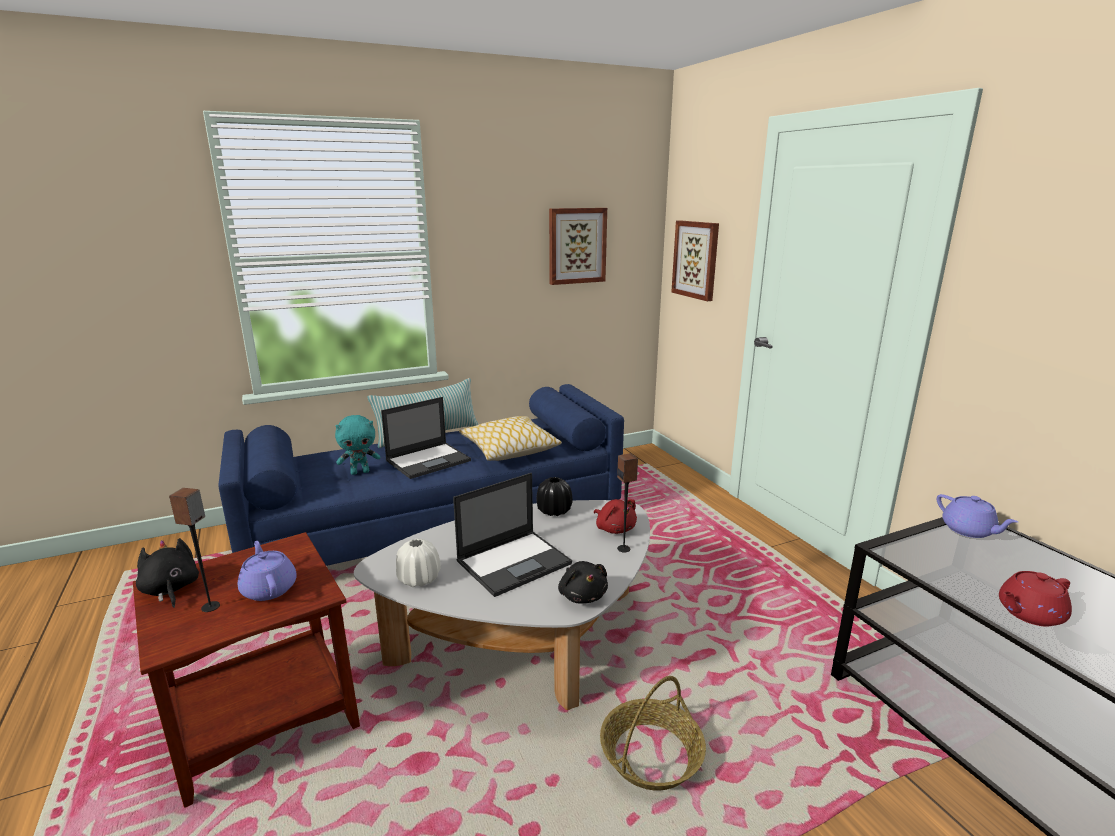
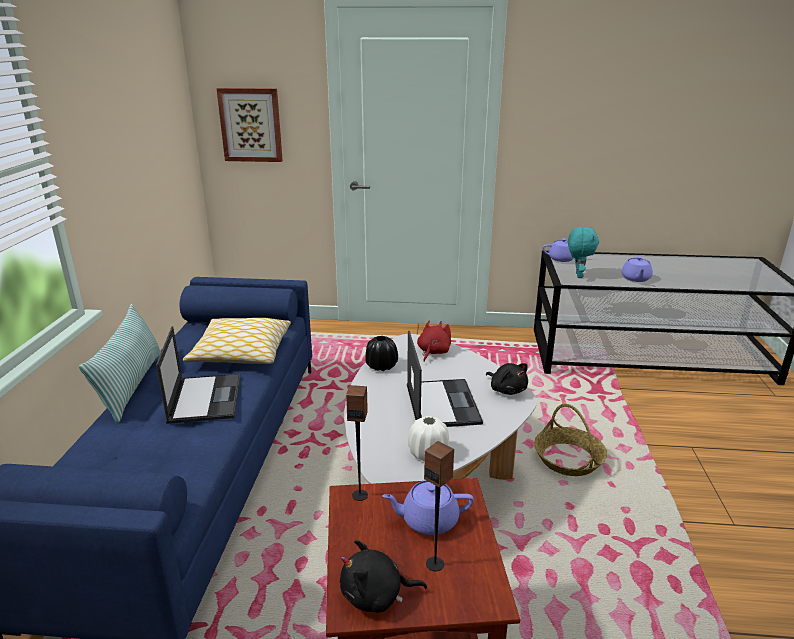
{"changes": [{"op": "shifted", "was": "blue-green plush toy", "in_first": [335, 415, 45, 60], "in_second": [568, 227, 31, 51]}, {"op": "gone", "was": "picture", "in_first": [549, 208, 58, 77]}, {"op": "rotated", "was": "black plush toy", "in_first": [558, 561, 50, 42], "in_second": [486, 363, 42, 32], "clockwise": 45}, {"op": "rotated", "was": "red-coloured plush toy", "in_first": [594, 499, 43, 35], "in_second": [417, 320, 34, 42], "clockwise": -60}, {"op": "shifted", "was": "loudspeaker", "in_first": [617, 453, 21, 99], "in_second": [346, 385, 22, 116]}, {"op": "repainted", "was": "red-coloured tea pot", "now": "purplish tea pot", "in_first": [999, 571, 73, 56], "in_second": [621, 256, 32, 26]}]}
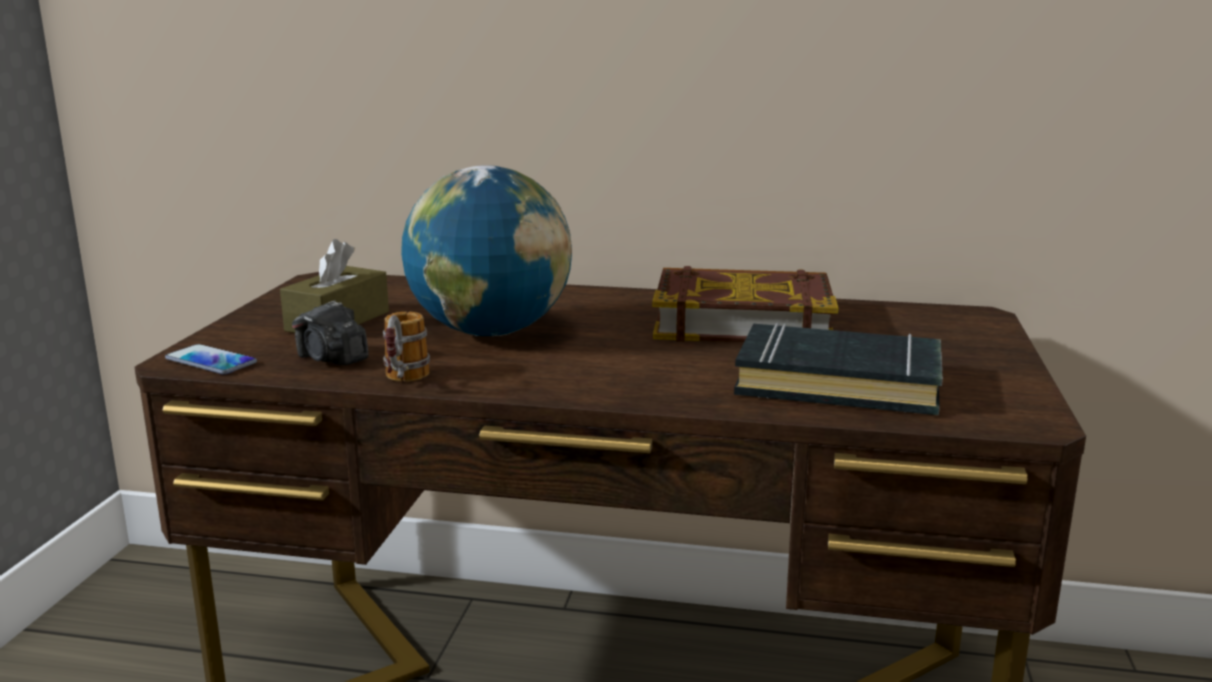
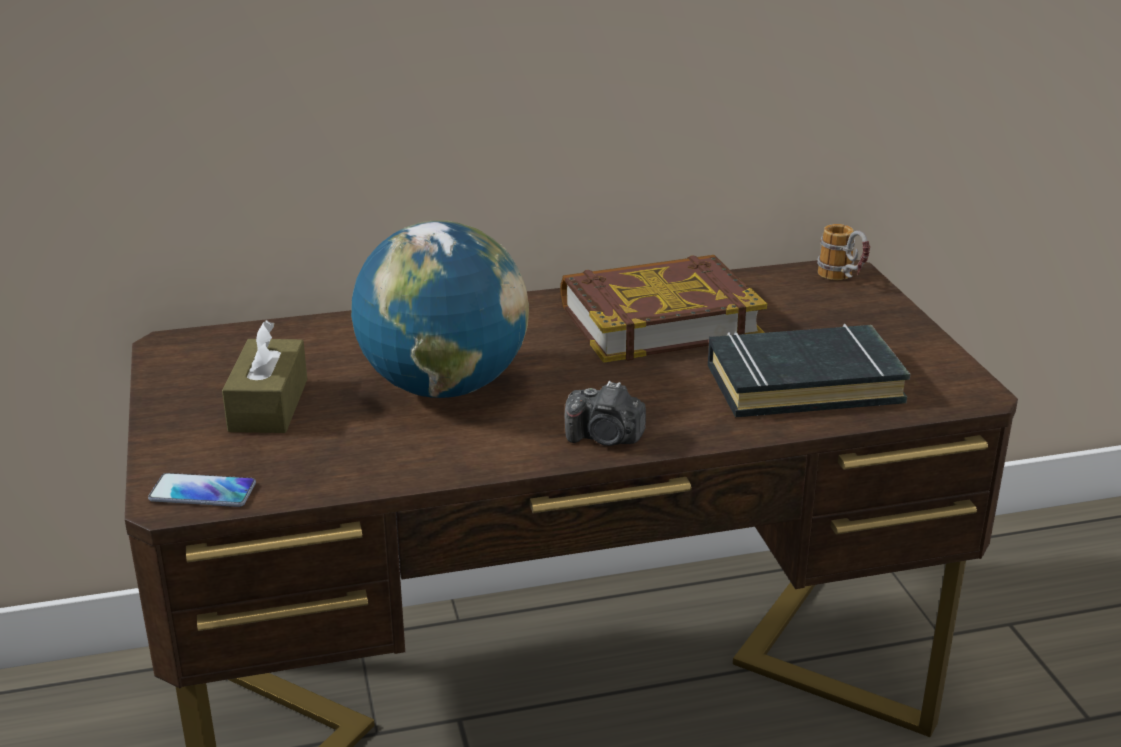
{"changes": [{"op": "shifted", "was": "photo camera", "in_first": [292, 301, 77, 64], "in_second": [564, 381, 82, 65]}, {"op": "shifted", "was": "mug", "in_first": [383, 312, 47, 70], "in_second": [817, 224, 53, 56]}]}
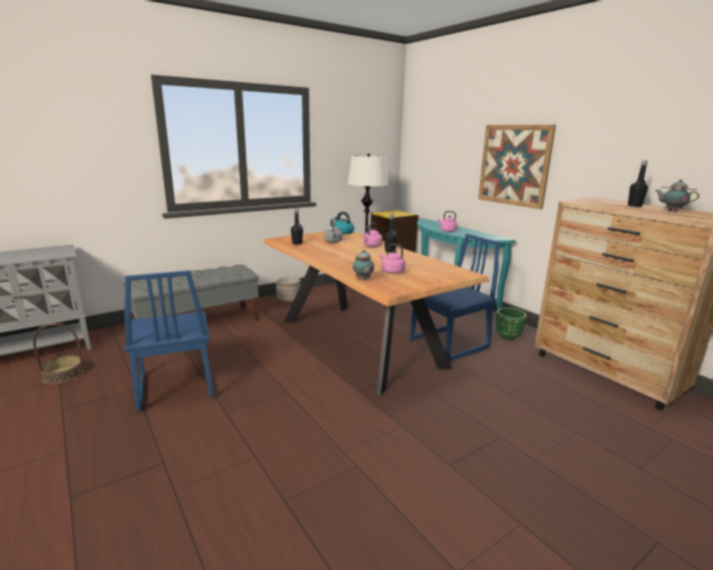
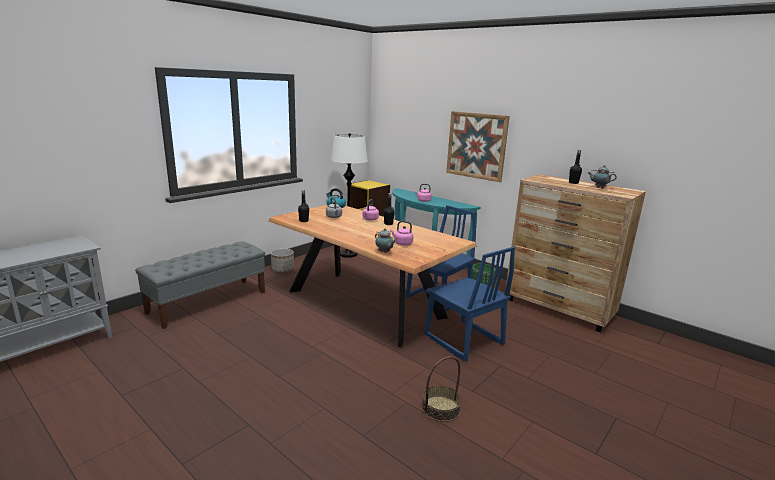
{"changes": [{"op": "shifted", "was": "storage basket", "in_first": [33, 324, 51, 60], "in_second": [422, 356, 39, 66]}, {"op": "shifted", "was": "blue-coloured plain chair", "in_first": [124, 270, 90, 142], "in_second": [425, 247, 90, 114]}]}
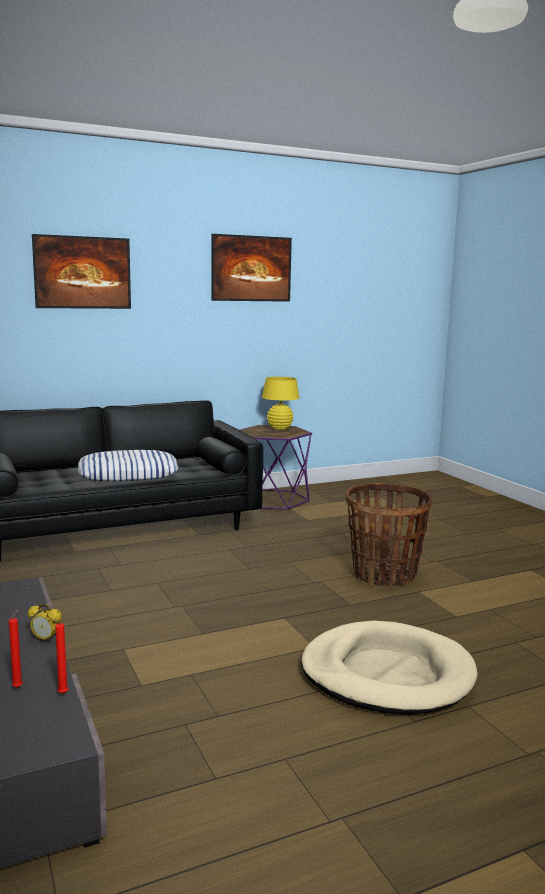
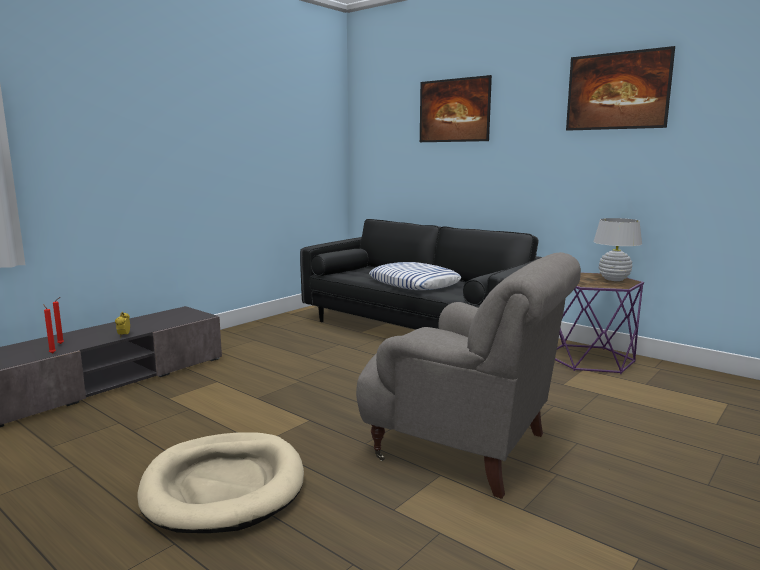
{"changes": [{"op": "repainted", "was": "yellow tabletop lamp", "now": "white-coloured tabletop lamp", "in_first": [262, 377, 38, 53], "in_second": [593, 218, 49, 63]}, {"op": "swapped", "was": "storage basket", "now": "grey easy chair", "in_first": [346, 483, 86, 103], "in_second": [356, 252, 225, 247]}]}
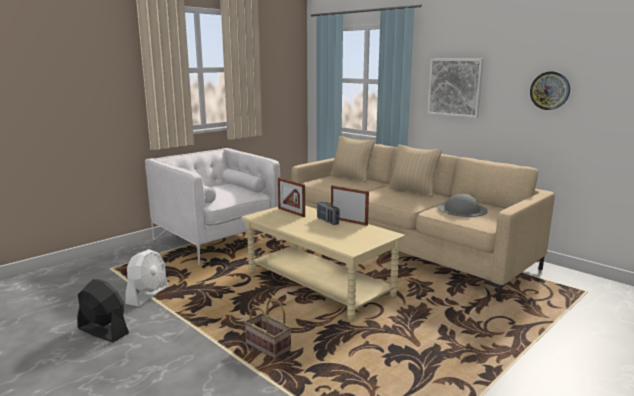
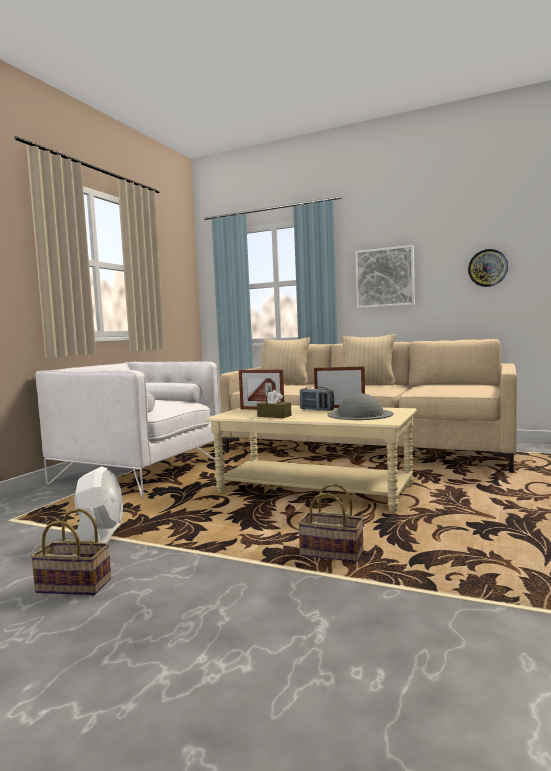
{"changes": [{"op": "swapped", "was": "black fan", "now": "storage basket", "in_first": [77, 279, 52, 63], "in_second": [30, 508, 81, 87]}, {"op": "shifted", "was": "grey hat", "in_first": [438, 194, 50, 23], "in_second": [328, 393, 65, 27]}, {"op": "new", "now": "brown-coloured tissue holder", "in_second": [257, 390, 34, 28]}]}
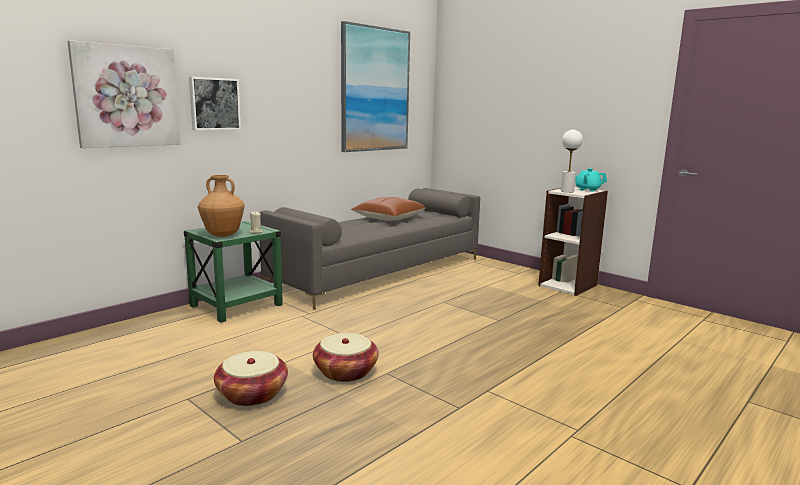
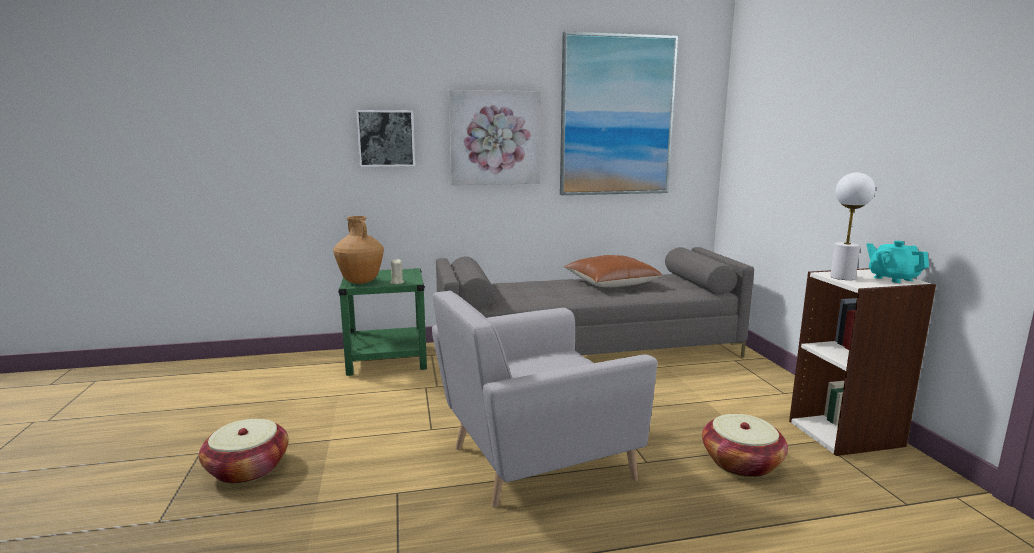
{"changes": [{"op": "shifted", "was": "picture", "in_first": [68, 40, 113, 108], "in_second": [449, 90, 92, 95]}, {"op": "shifted", "was": "storage basket", "in_first": [313, 333, 66, 49], "in_second": [702, 414, 86, 64]}, {"op": "new", "now": "grey easy chair", "in_second": [432, 290, 225, 218]}]}
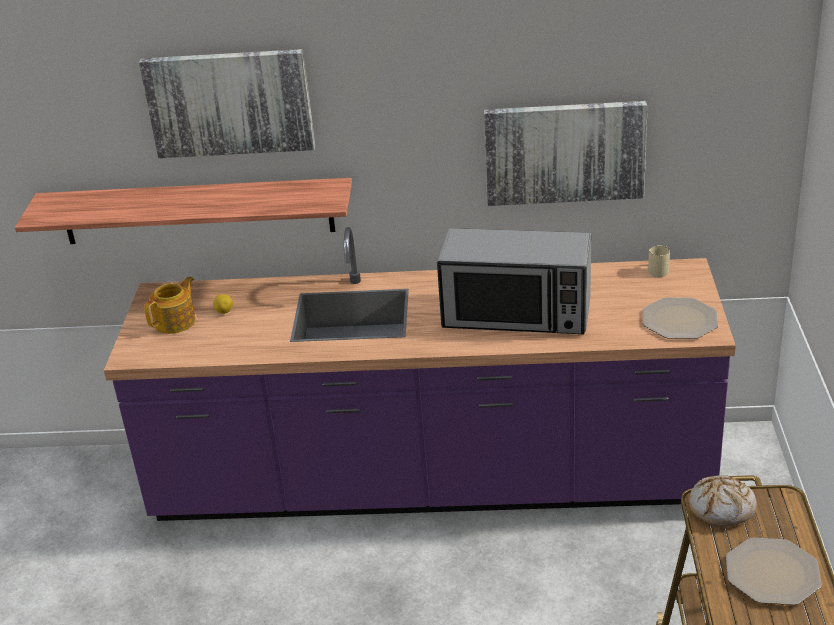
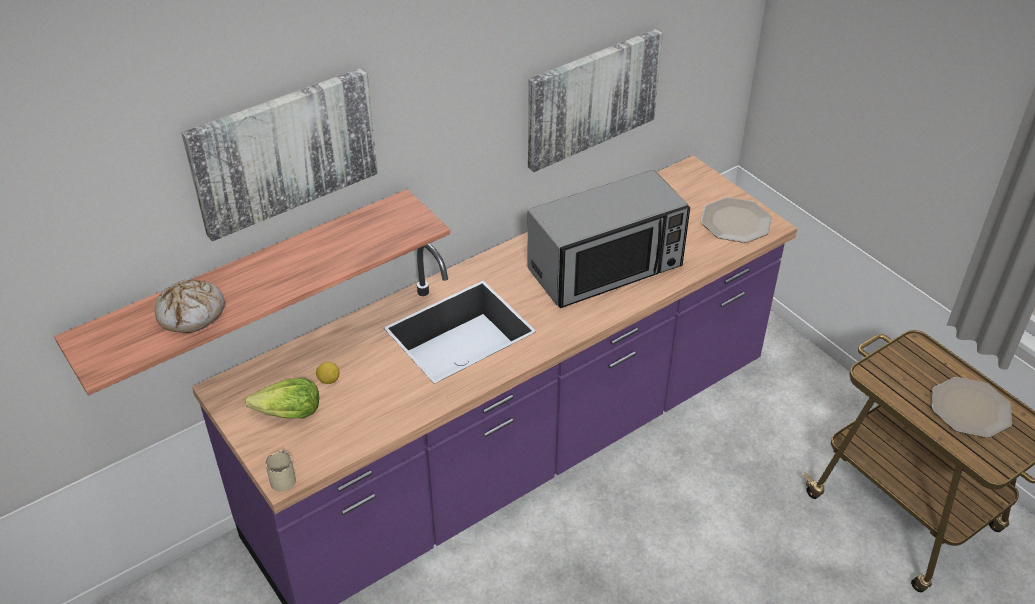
{"changes": [{"op": "swapped", "was": "tea pot", "now": "head of lettuce", "in_first": [144, 277, 52, 57], "in_second": [245, 378, 74, 40]}, {"op": "shifted", "was": "beige-coloured mug", "in_first": [648, 245, 22, 32], "in_second": [265, 449, 31, 43]}, {"op": "shifted", "was": "bread", "in_first": [689, 475, 68, 52], "in_second": [155, 279, 70, 54]}]}
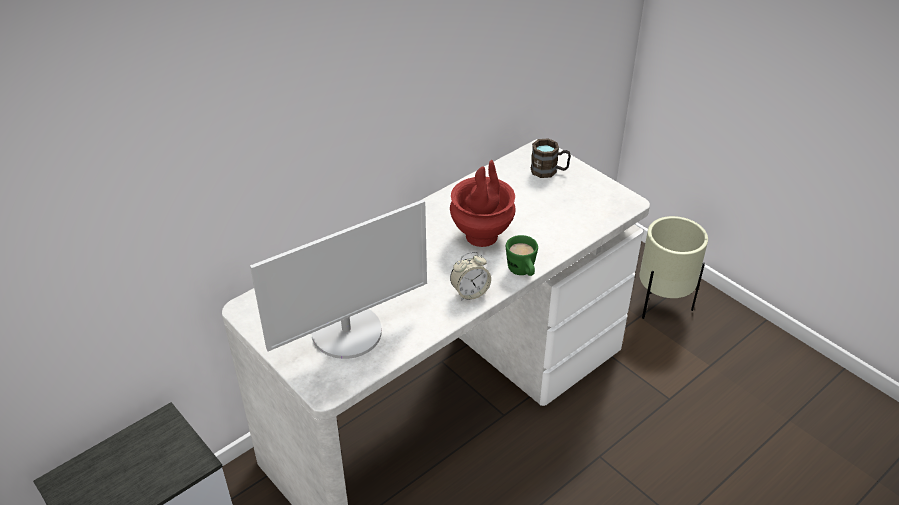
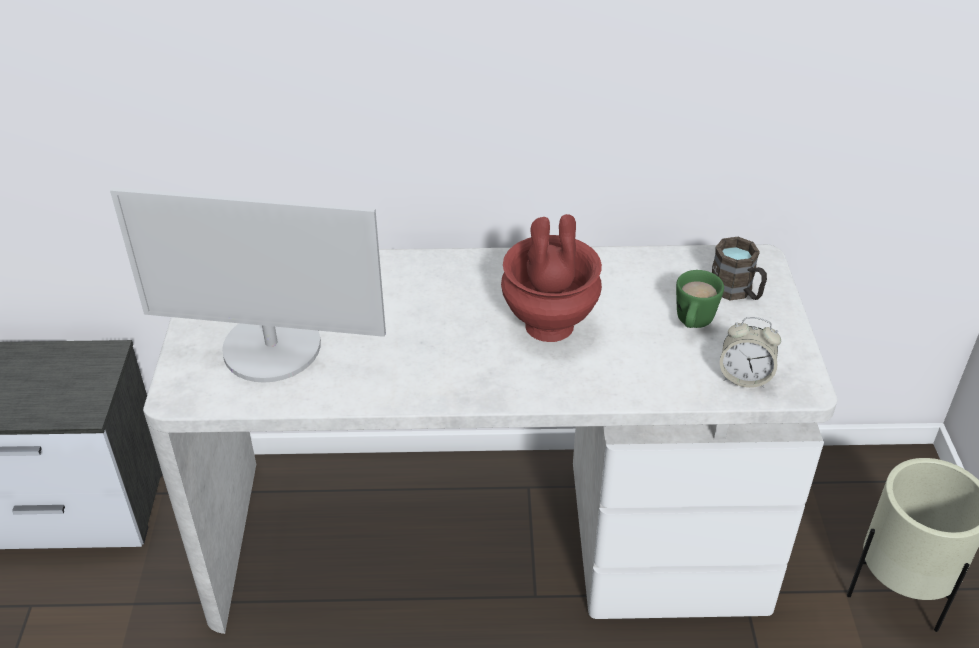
{"changes": [{"op": "shifted", "was": "bedside clock", "in_first": [450, 252, 41, 49], "in_second": [720, 317, 61, 71]}, {"op": "shifted", "was": "green mug", "in_first": [506, 235, 32, 41], "in_second": [676, 270, 48, 58]}]}
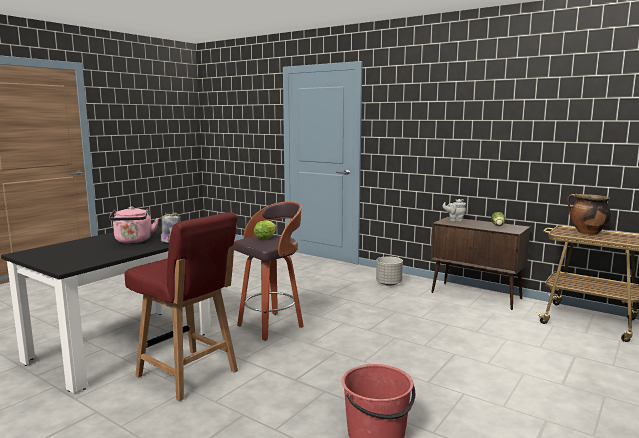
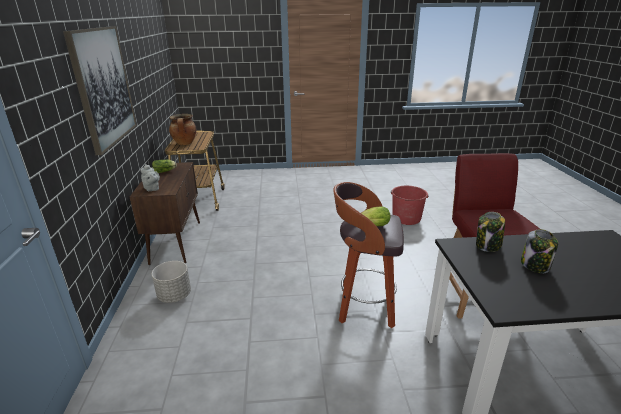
{"changes": [{"op": "swapped", "was": "pink-coloured tea kettle", "now": "preserve jar", "in_first": [109, 206, 50, 37], "in_second": [521, 229, 37, 44]}, {"op": "new", "now": "picture", "in_second": [63, 26, 74, 129]}]}
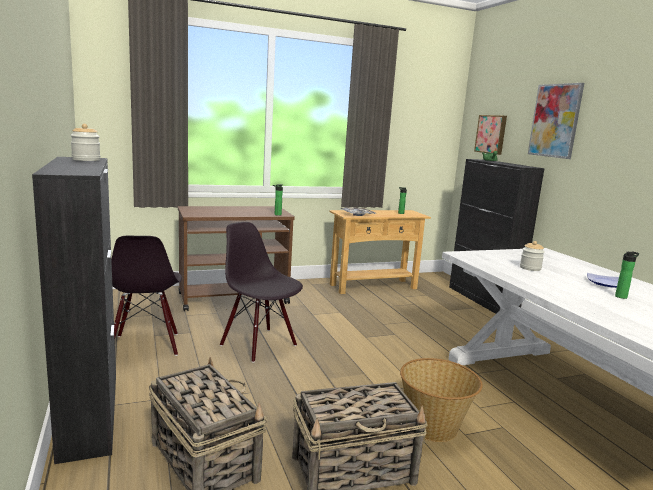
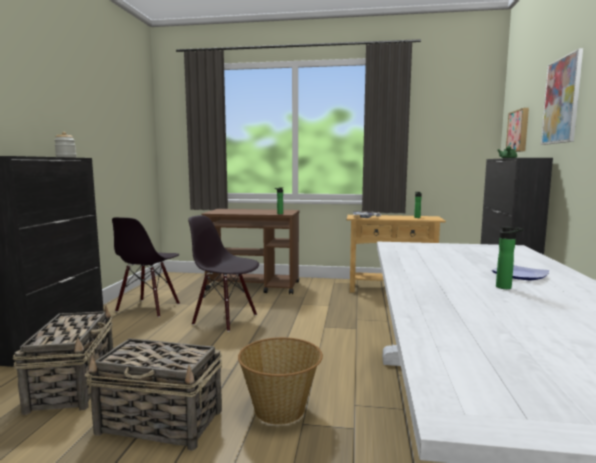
{"changes": [{"op": "rotated", "was": "black plain chair", "in_first": [220, 222, 83, 141], "in_second": [188, 215, 71, 117], "clockwise": -45}, {"op": "gone", "was": "preserve jar", "in_first": [520, 241, 25, 30]}]}
